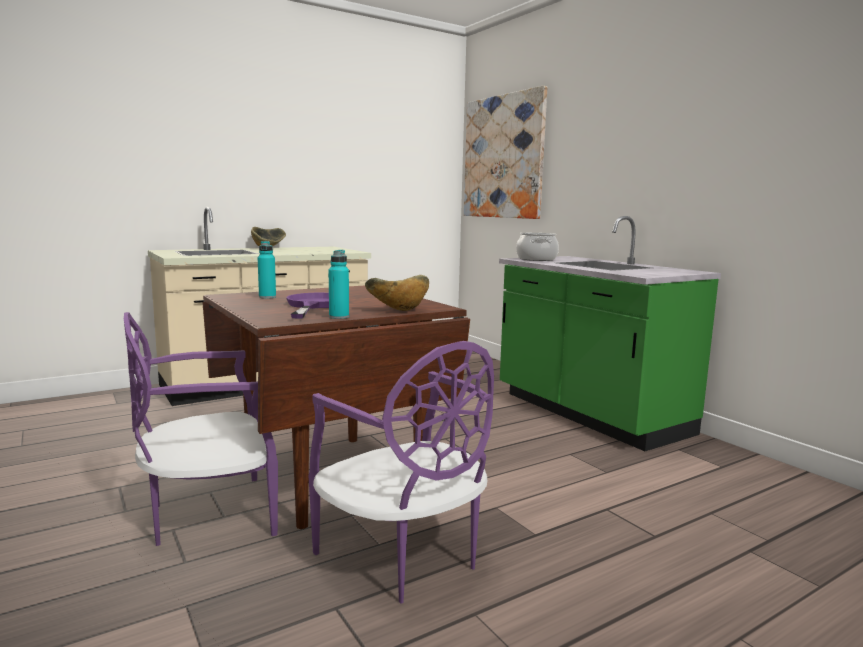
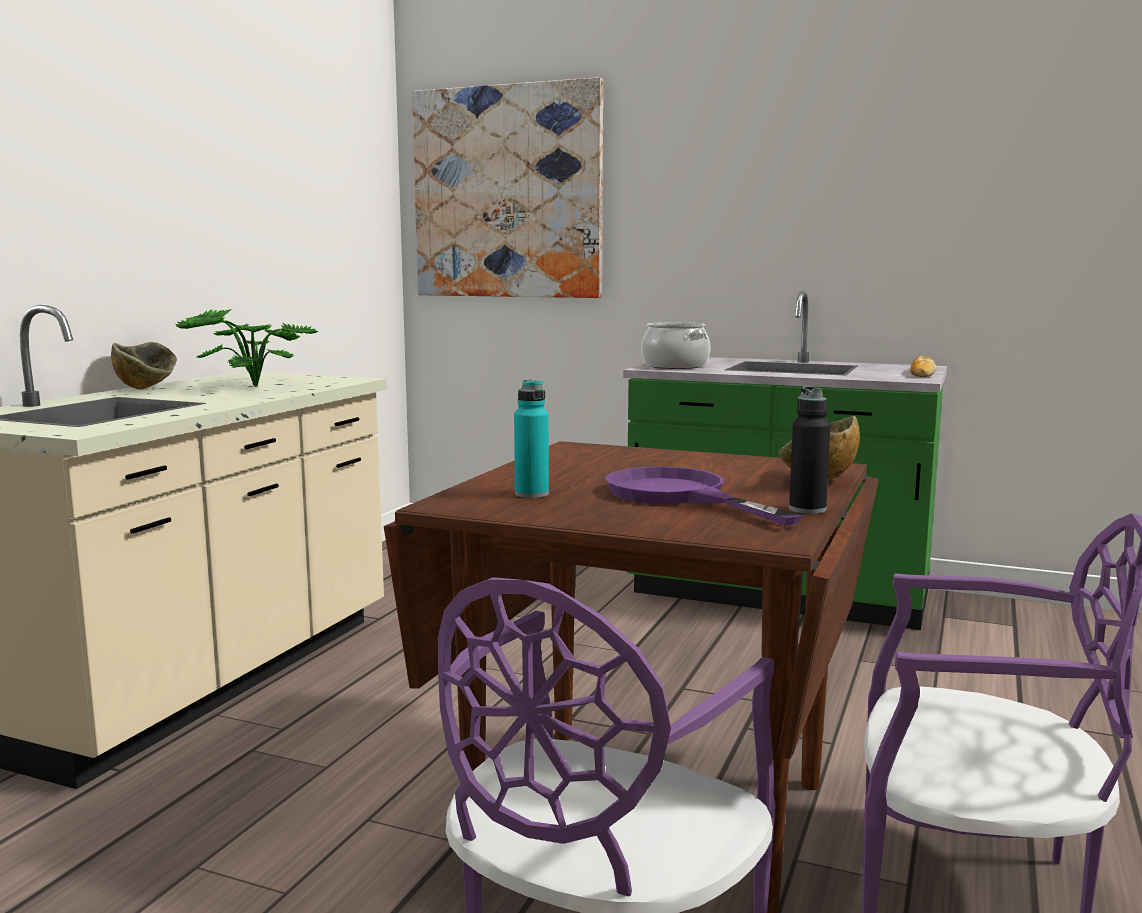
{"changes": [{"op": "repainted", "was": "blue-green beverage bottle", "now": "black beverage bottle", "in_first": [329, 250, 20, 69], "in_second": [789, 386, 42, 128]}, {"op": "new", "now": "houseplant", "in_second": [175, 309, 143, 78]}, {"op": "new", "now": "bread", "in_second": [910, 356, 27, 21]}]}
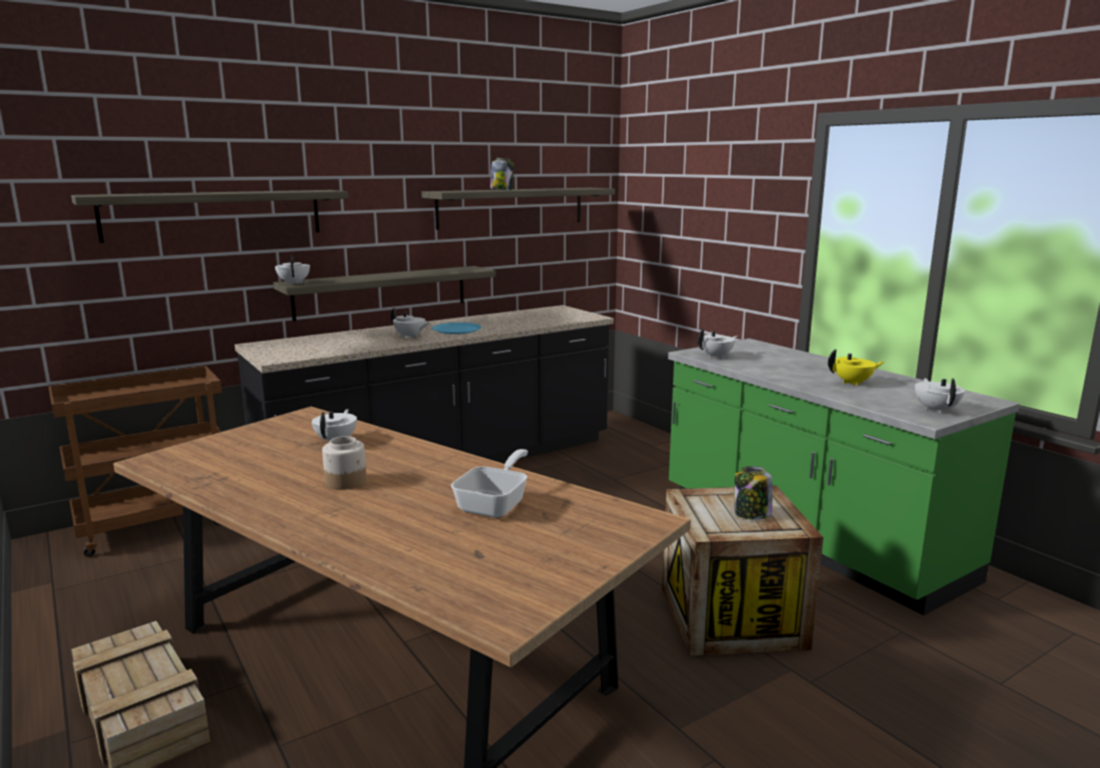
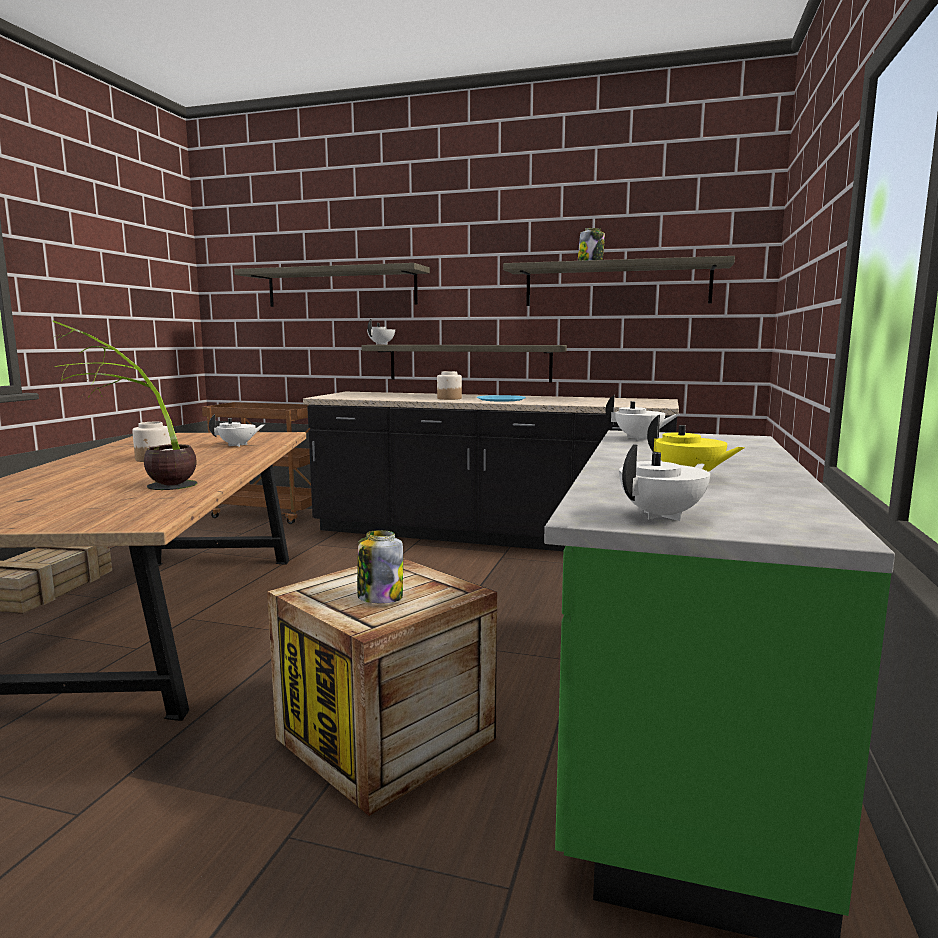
{"changes": [{"op": "swapped", "was": "white-coloured tea pot", "now": "preserve jar", "in_first": [391, 307, 39, 31], "in_second": [437, 371, 25, 29]}, {"op": "swapped", "was": "frying pan", "now": "houseplant", "in_first": [451, 449, 77, 69], "in_second": [51, 320, 146, 170]}]}
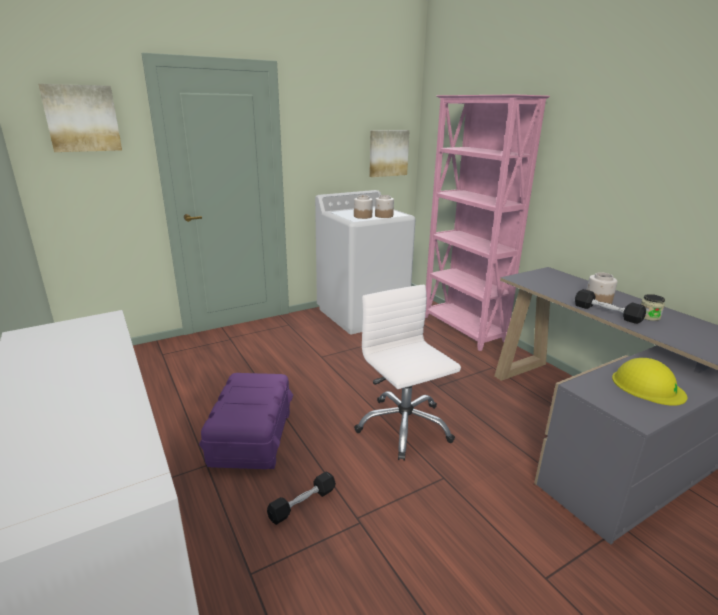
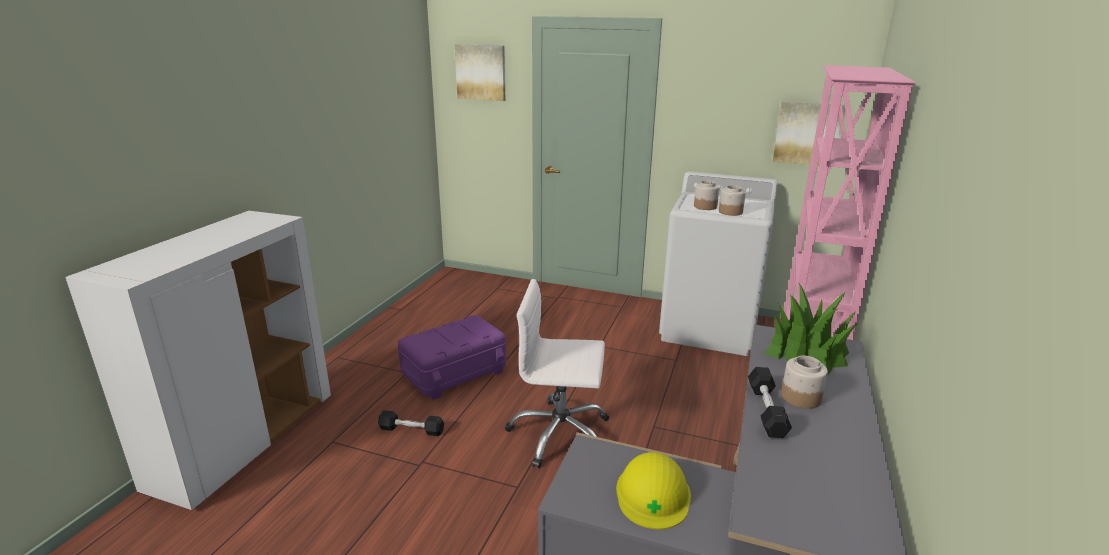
{"changes": [{"op": "rotated", "was": "white-coloured computer chair", "in_first": [354, 285, 107, 176], "in_second": [505, 279, 104, 189], "clockwise": -105}, {"op": "gone", "was": "preserve jar", "in_first": [641, 294, 24, 27]}, {"op": "new", "now": "houseplant", "in_second": [764, 283, 93, 93]}]}
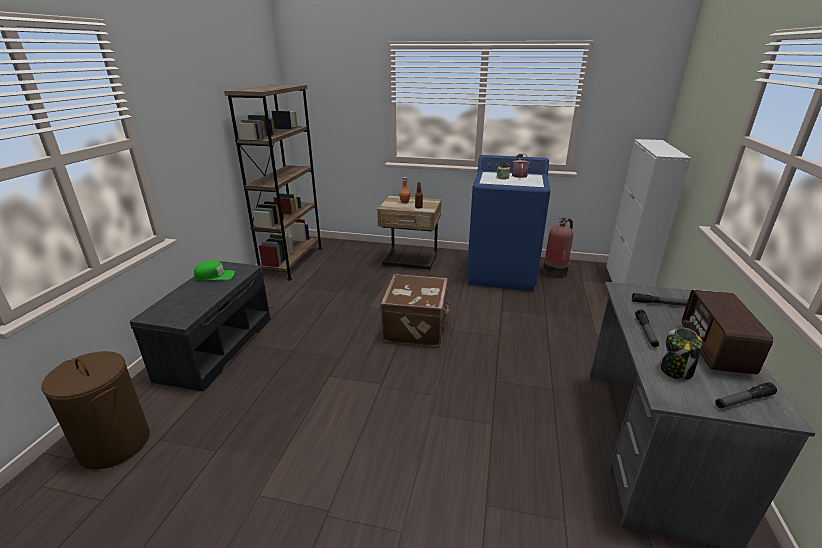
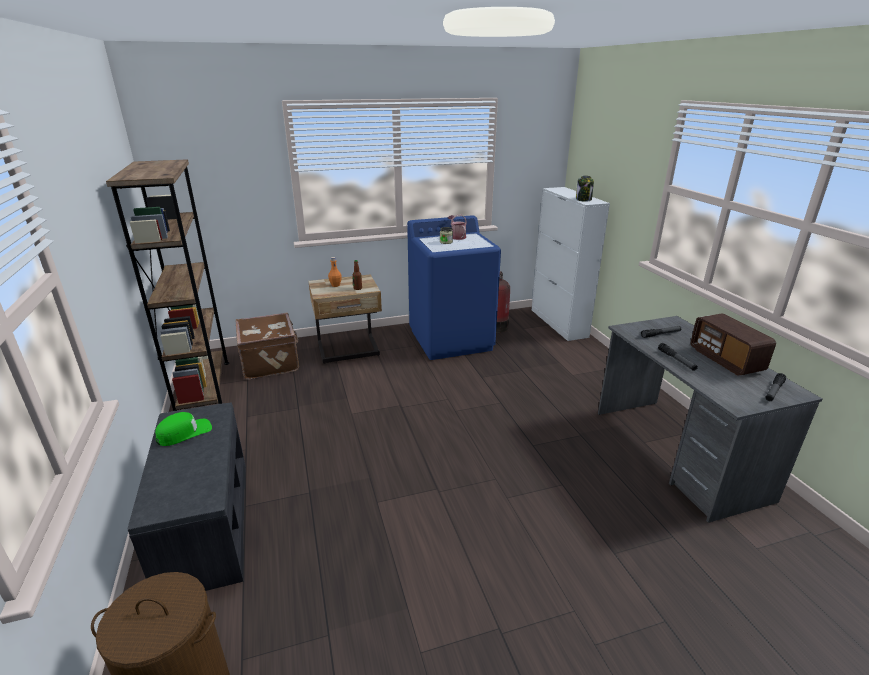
{"changes": [{"op": "shifted", "was": "brown-coloured travel case", "in_first": [381, 274, 70, 73], "in_second": [235, 313, 64, 67]}, {"op": "shifted", "was": "preserve jar", "in_first": [660, 328, 43, 52], "in_second": [576, 175, 18, 27]}]}
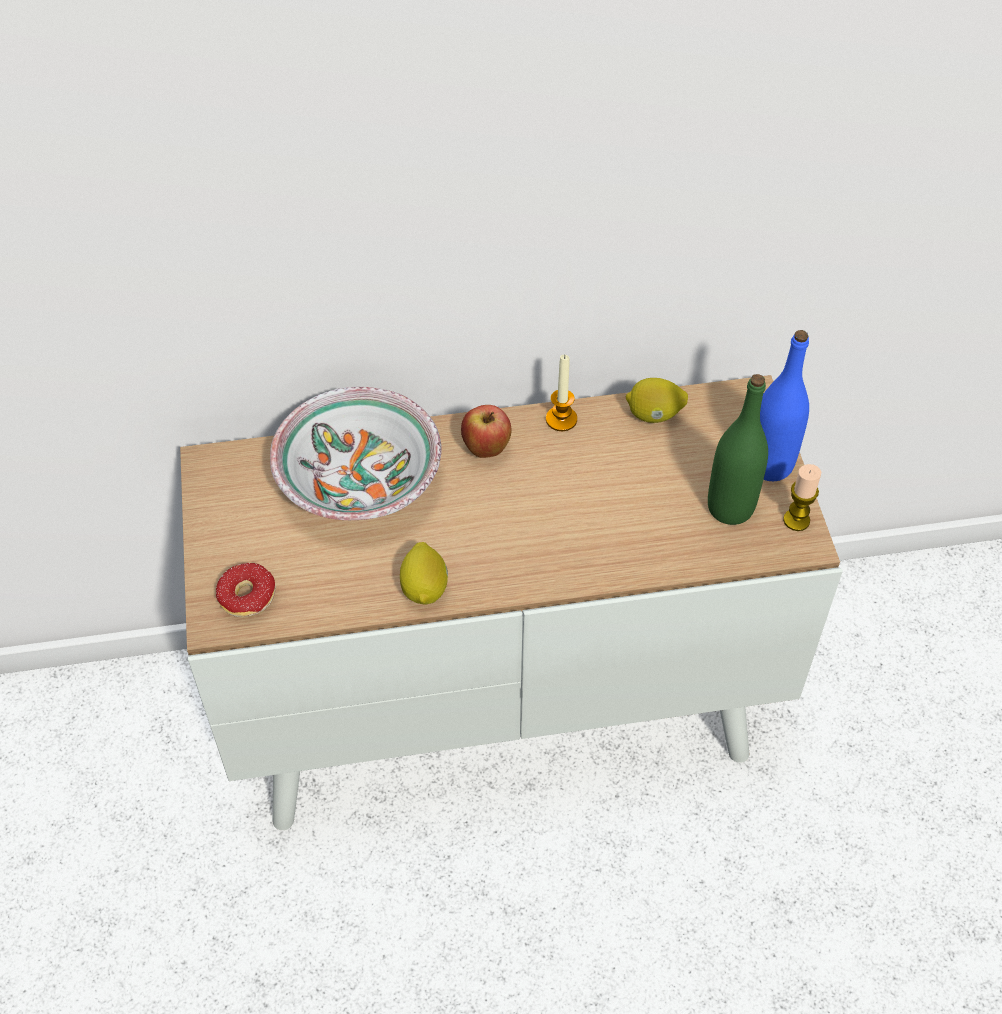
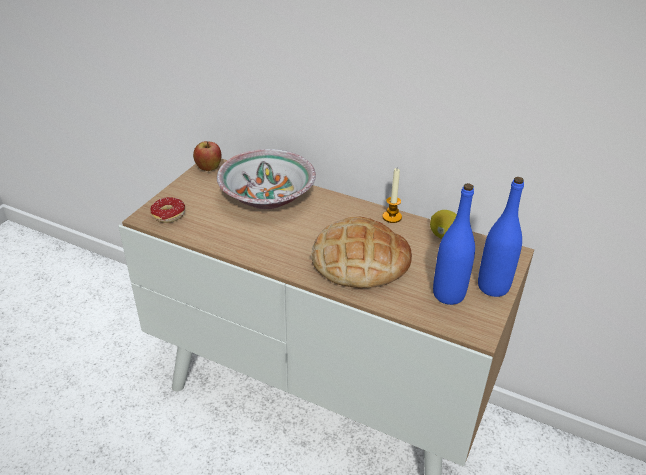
{"changes": [{"op": "gone", "was": "whole lemon", "in_first": [400, 542, 48, 63]}, {"op": "shifted", "was": "apple", "in_first": [461, 405, 50, 53], "in_second": [193, 141, 29, 30]}, {"op": "repainted", "was": "green beverage bottle", "now": "blue-coloured beverage bottle", "in_first": [708, 374, 60, 151], "in_second": [433, 183, 42, 122]}, {"op": "gone", "was": "candle", "in_first": [783, 464, 38, 67]}, {"op": "new", "now": "bread", "in_second": [311, 217, 101, 71]}]}
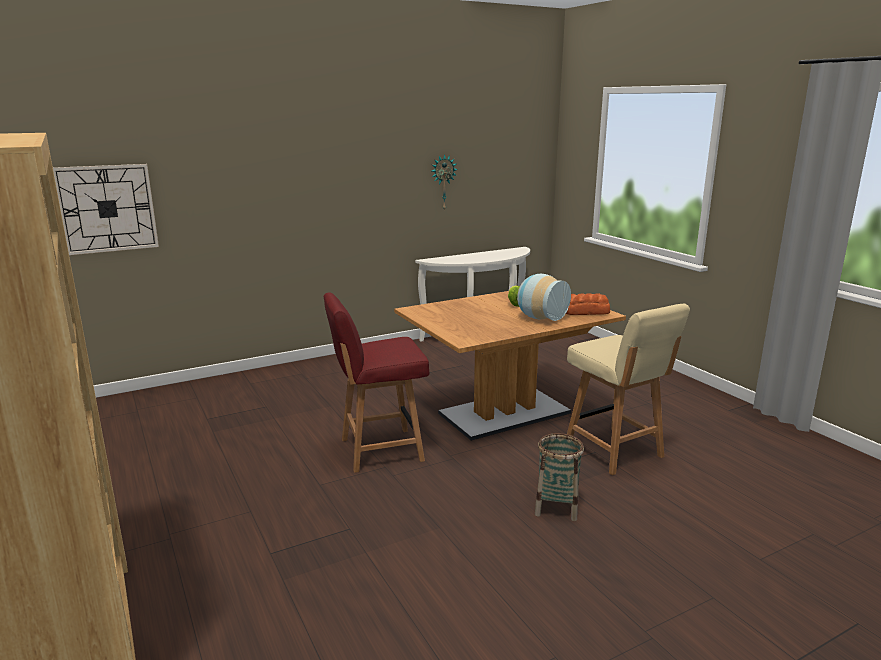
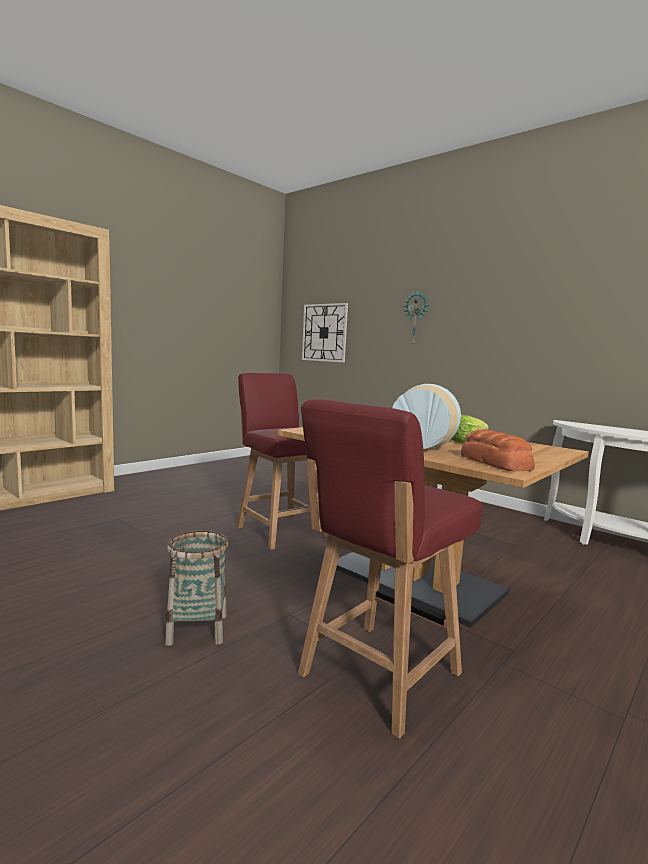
{"changes": [{"op": "shifted", "was": "hanging clock", "in_first": [432, 154, 26, 57], "in_second": [404, 290, 26, 54]}, {"op": "repainted", "was": "beige-coloured plain chair", "now": "red-coloured plain chair", "in_first": [567, 304, 123, 171], "in_second": [298, 399, 185, 340]}]}
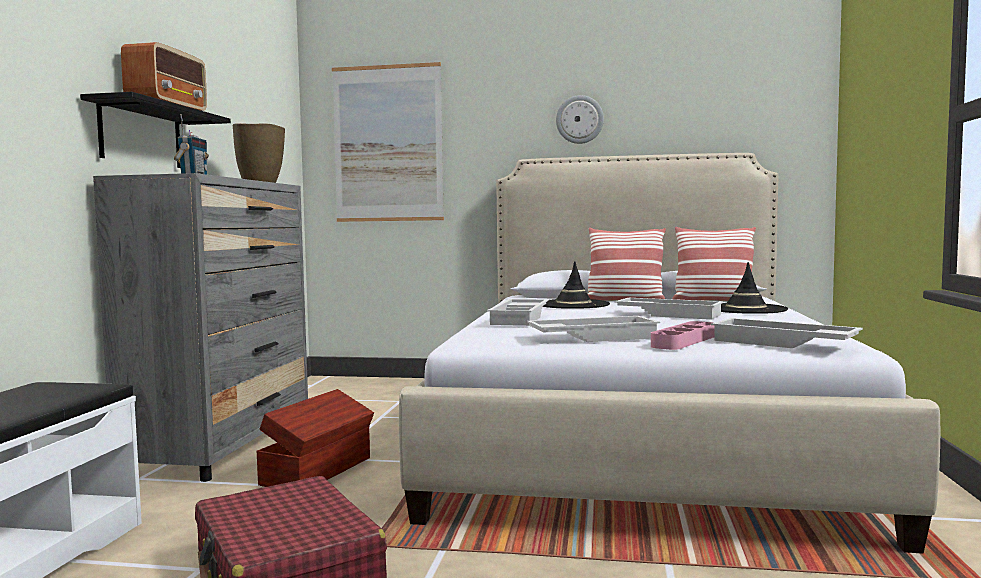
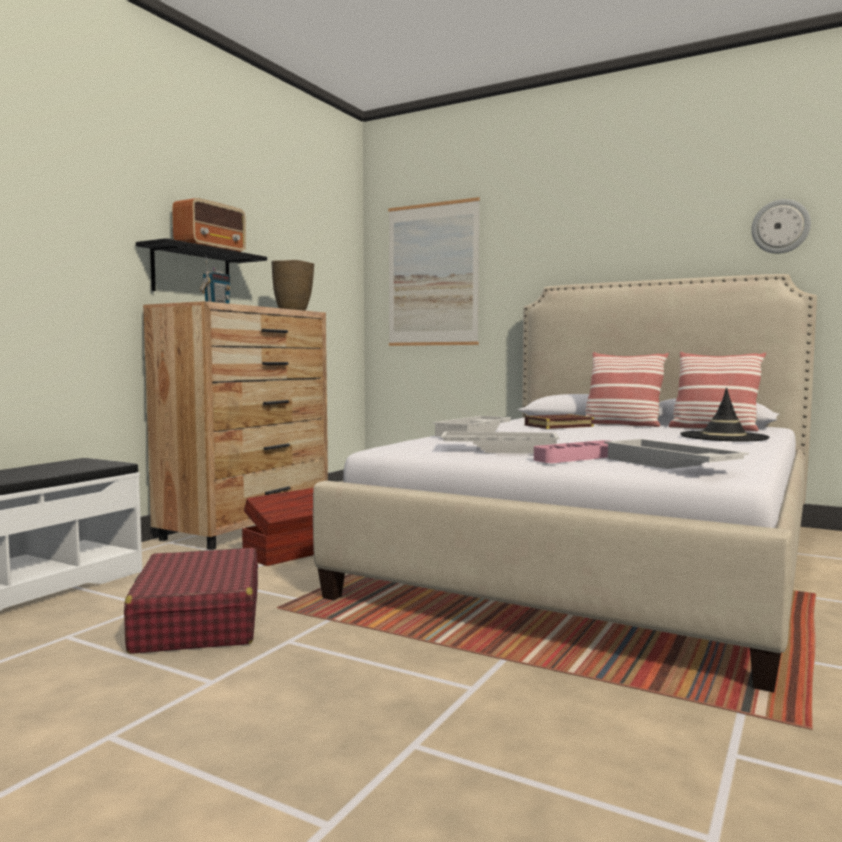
{"changes": [{"op": "repainted", "was": "grey chest of drawers", "now": "brown-coloured chest of drawers", "in_first": [93, 173, 215, 309], "in_second": [143, 301, 185, 249]}, {"op": "swapped", "was": "black hat", "now": "book", "in_first": [542, 261, 68, 48], "in_second": [525, 414, 69, 15]}, {"op": "shifted", "was": "hanging clock", "in_first": [556, 95, 48, 49], "in_second": [751, 199, 60, 55]}, {"op": "gone", "was": "white-coloured serving tray", "in_first": [615, 298, 109, 22]}]}
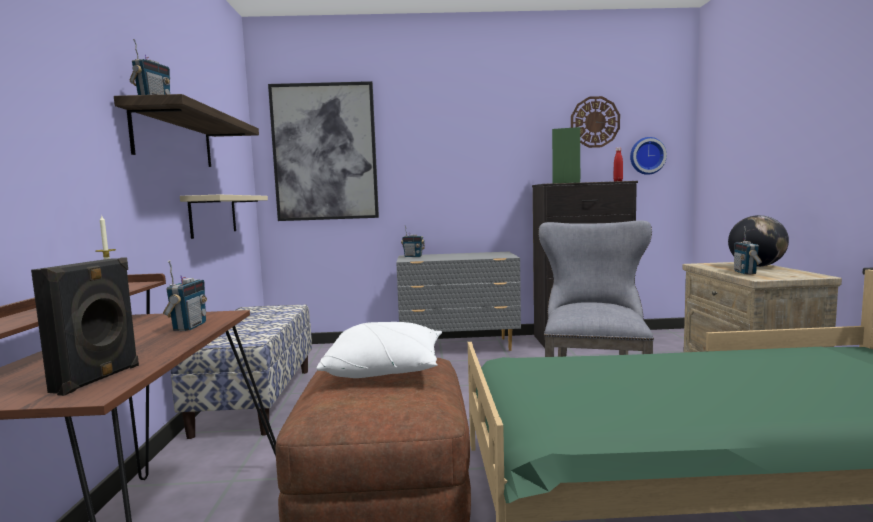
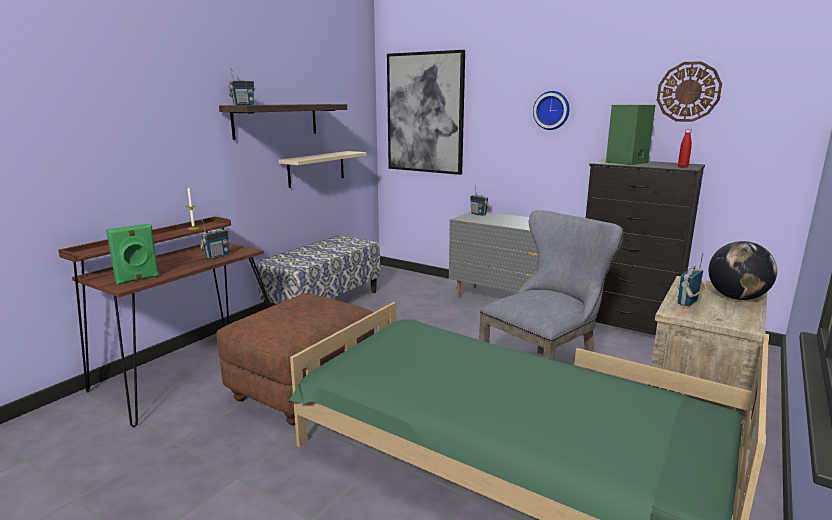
{"changes": [{"op": "repainted", "was": "black loudspeaker", "now": "green loudspeaker", "in_first": [31, 257, 108, 139], "in_second": [106, 224, 53, 61]}, {"op": "gone", "was": "white-coloured throw pillow", "in_first": [317, 322, 125, 56]}, {"op": "shifted", "was": "hanging clock", "in_first": [630, 137, 37, 38], "in_second": [533, 91, 37, 39]}]}
